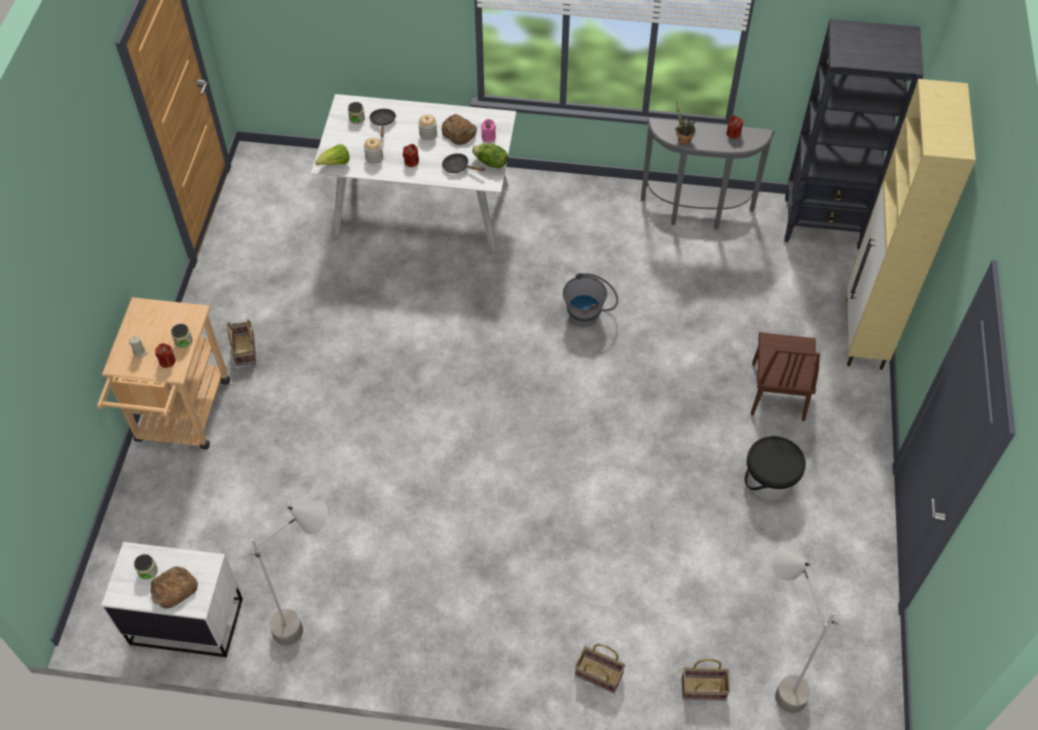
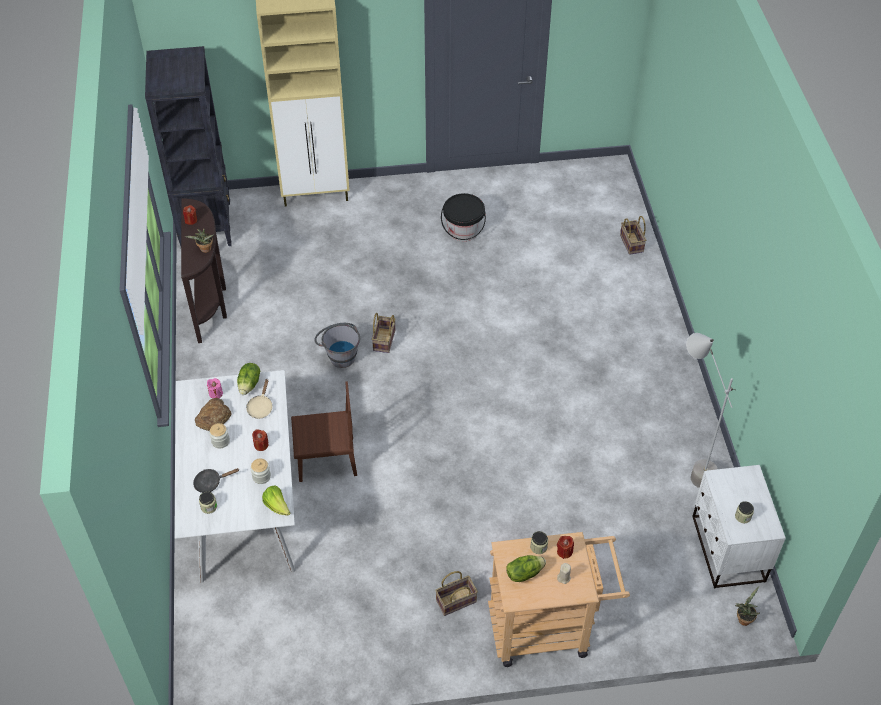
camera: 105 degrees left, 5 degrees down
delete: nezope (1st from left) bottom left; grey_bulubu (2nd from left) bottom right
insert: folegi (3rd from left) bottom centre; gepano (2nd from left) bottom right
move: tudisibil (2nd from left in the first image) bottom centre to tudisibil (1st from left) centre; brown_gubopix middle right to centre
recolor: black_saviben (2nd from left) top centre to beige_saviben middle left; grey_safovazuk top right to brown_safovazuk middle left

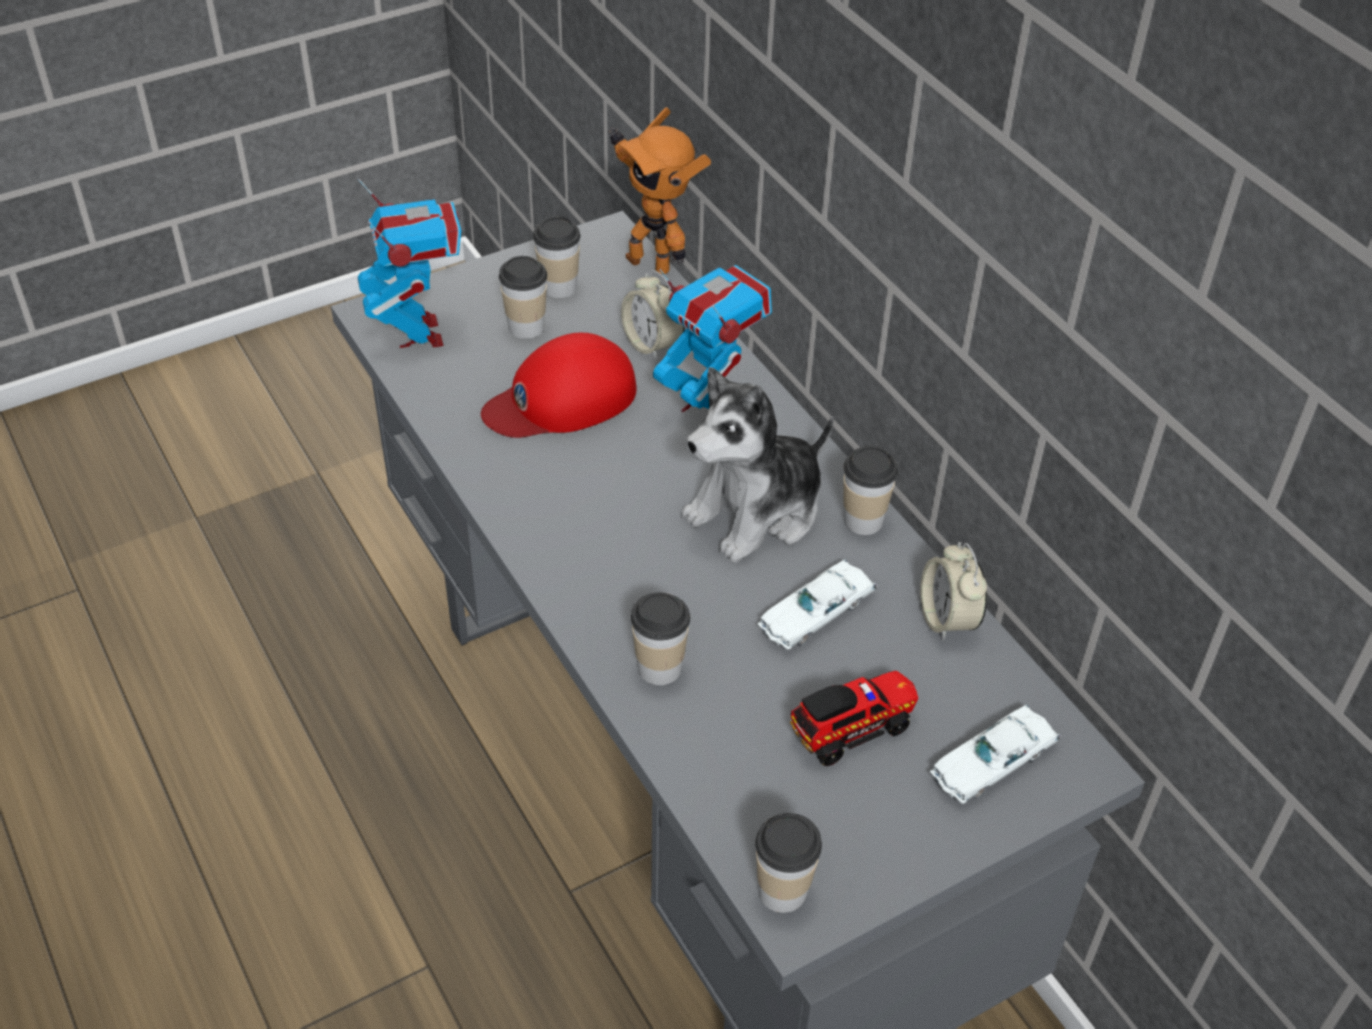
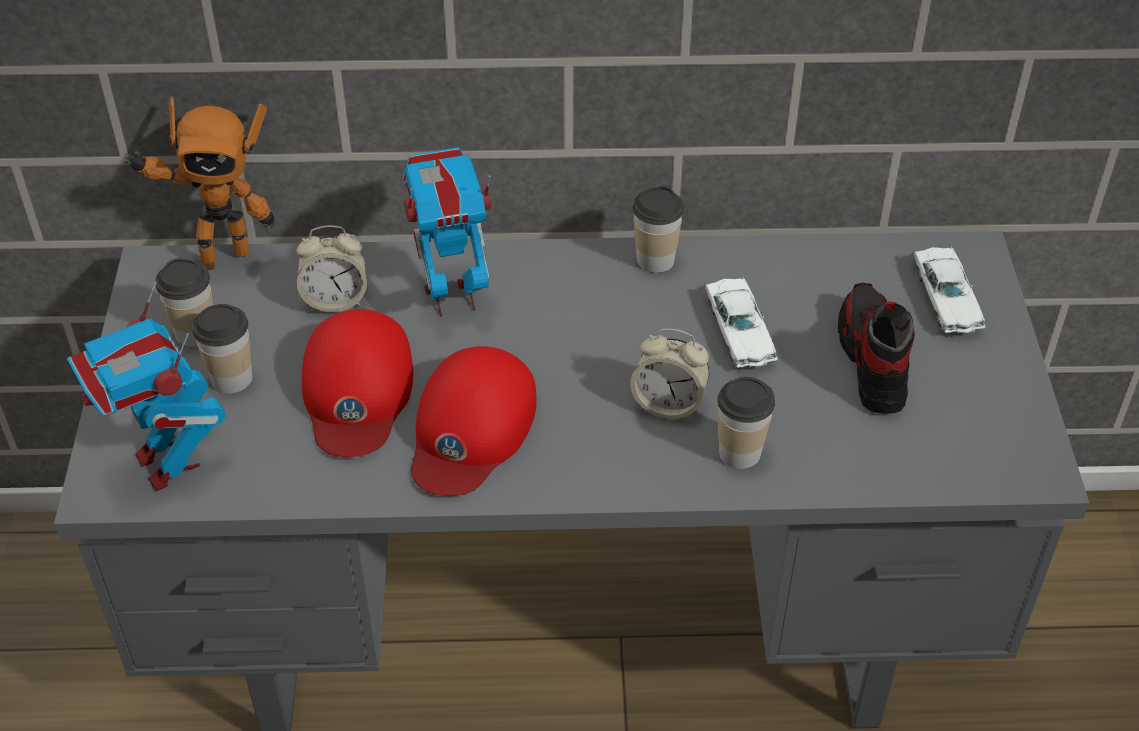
camera: 60 degrees left, 0 degrees up
delete: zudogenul centre; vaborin (4th from left) bottom centre
insert: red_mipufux (2nd from left) centre
move: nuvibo (2nd from left) middle right to centre
replace: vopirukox bottom centre to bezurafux middle right
rotate: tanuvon (1st from left) top left = middle left 135 degrees counterclockwise

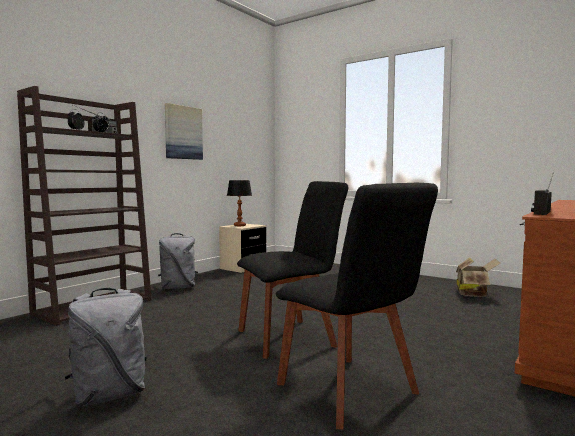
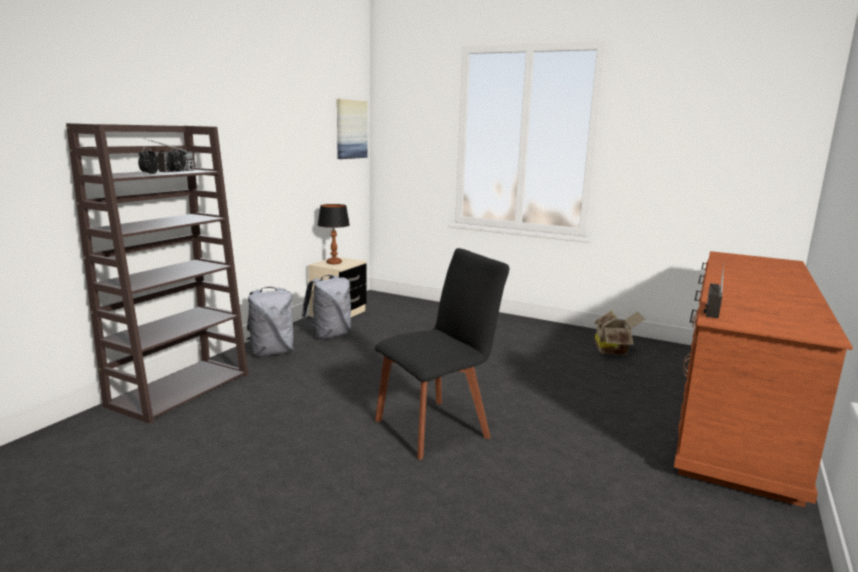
camera: 10 degrees left, 10 degrees up
delete: black_gubopix (2nd from left) bottom centre
move: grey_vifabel (1st from left in the first image) bottom left to grey_vifabel (2nd from left) centre; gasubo top left to top centre

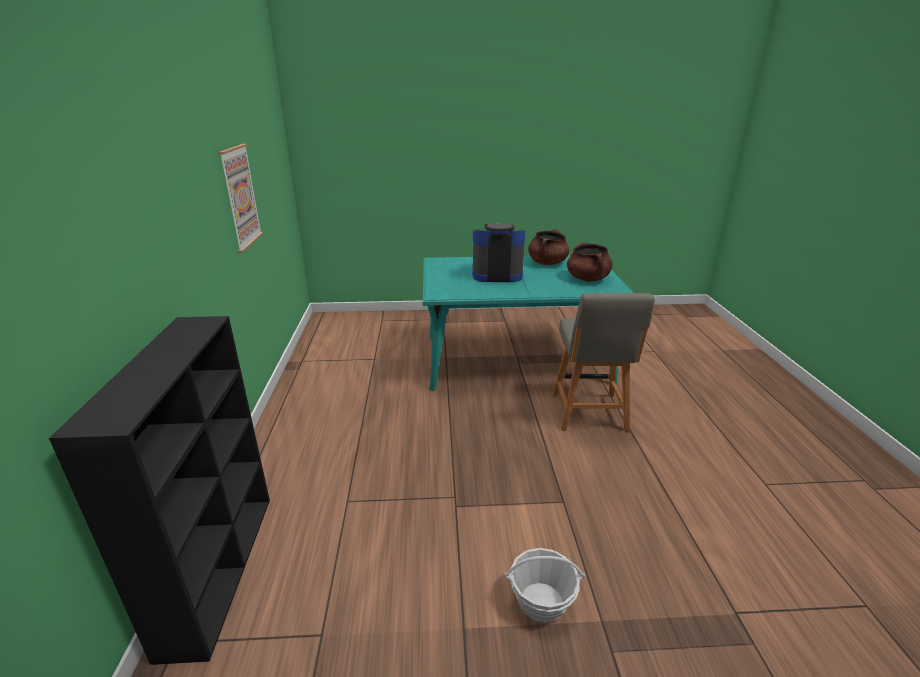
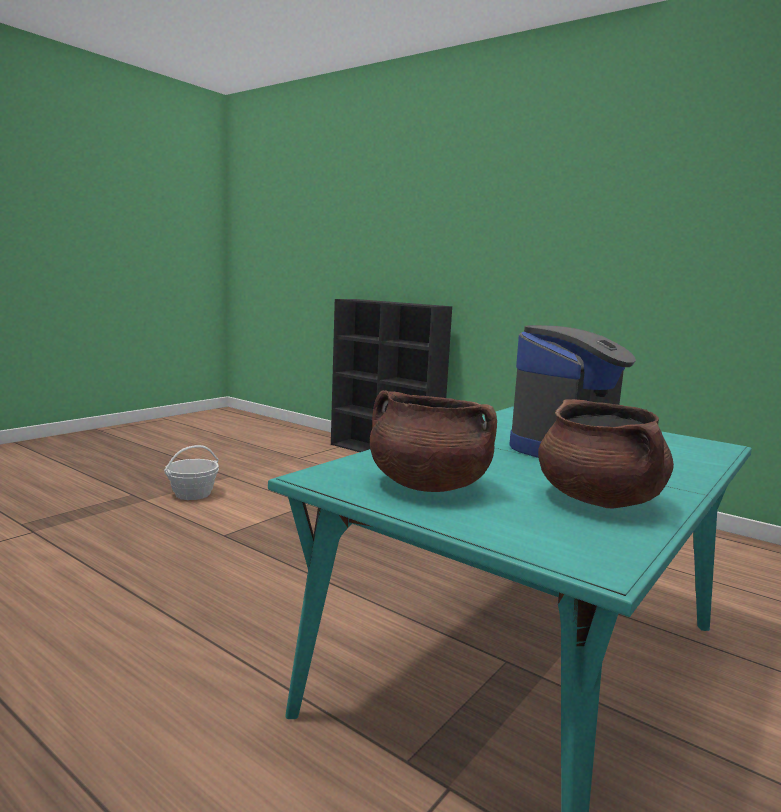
camera: 130 degrees right, 15 degrees down
delete: gasubo top left; grey_gubopix centre

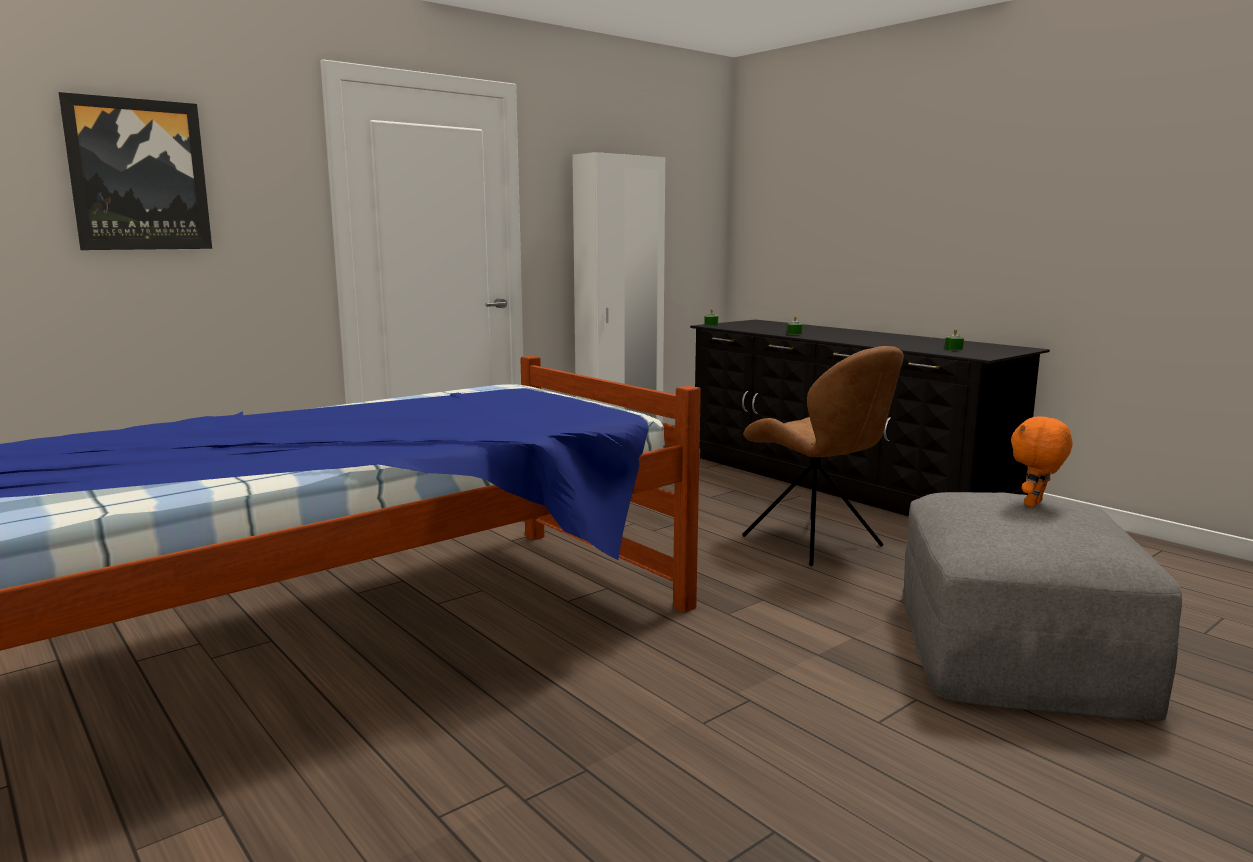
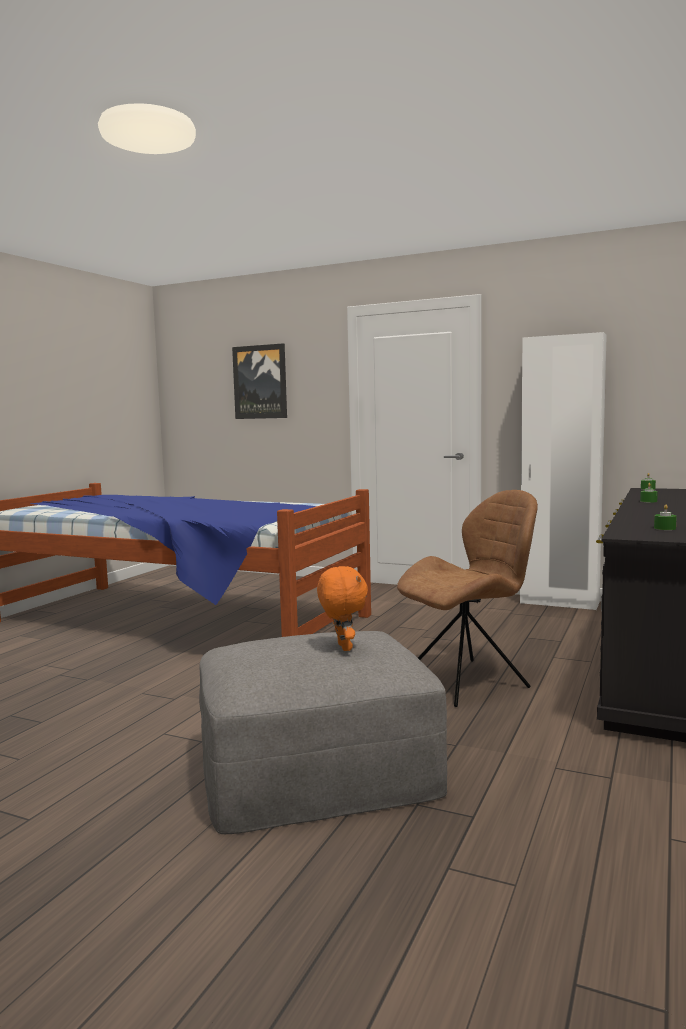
camera: 65 degrees right, 5 degrees down
rotate: brown_gubopix centre = middle right 150 degrees counterclockwise; orange_zudogenul middle right = centre 60 degrees clockwise

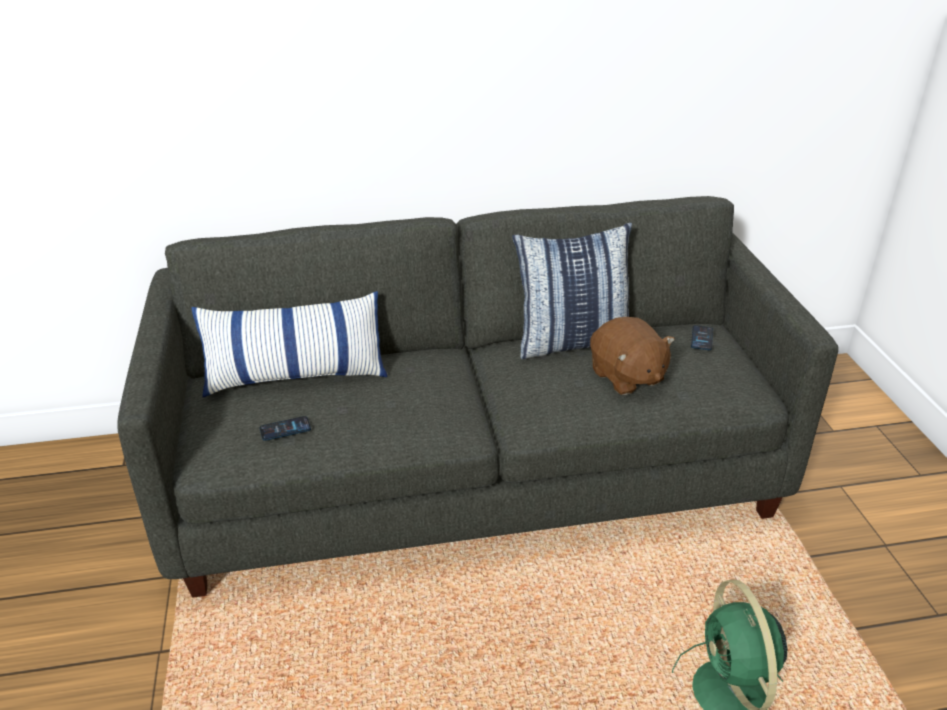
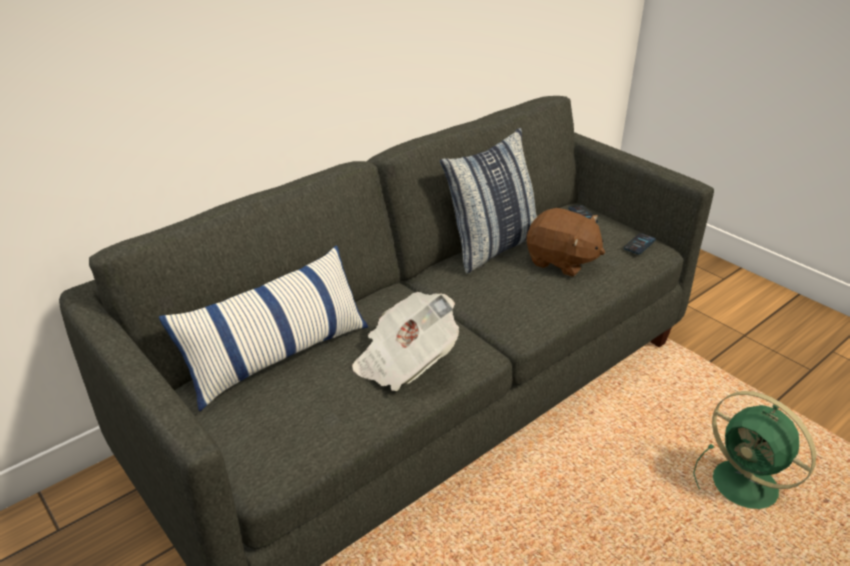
camera: 30 degrees left, 0 degrees up
insert: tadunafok centre
move: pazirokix (1st from left in the first image) middle left to pazirokix (2nd from left) middle right

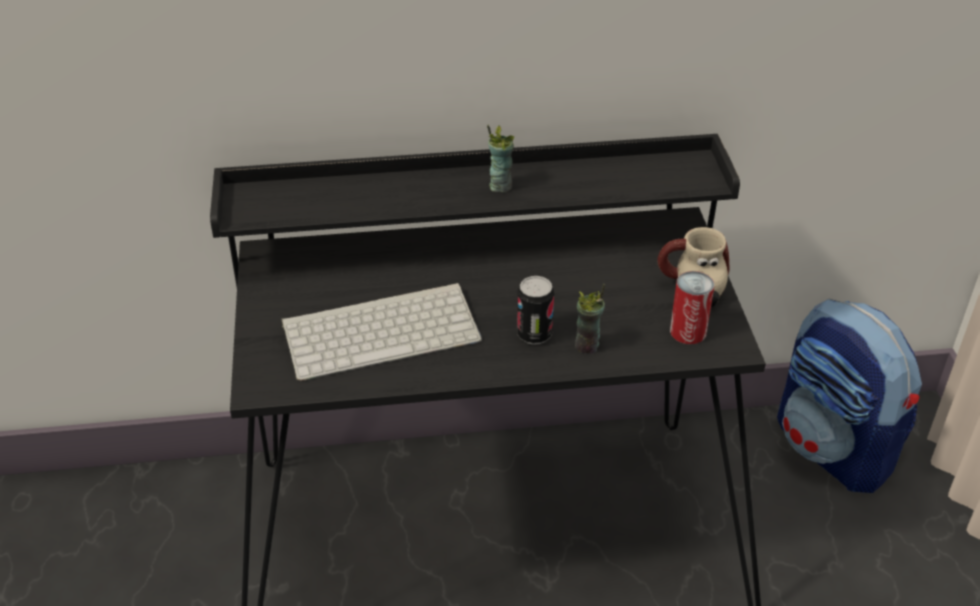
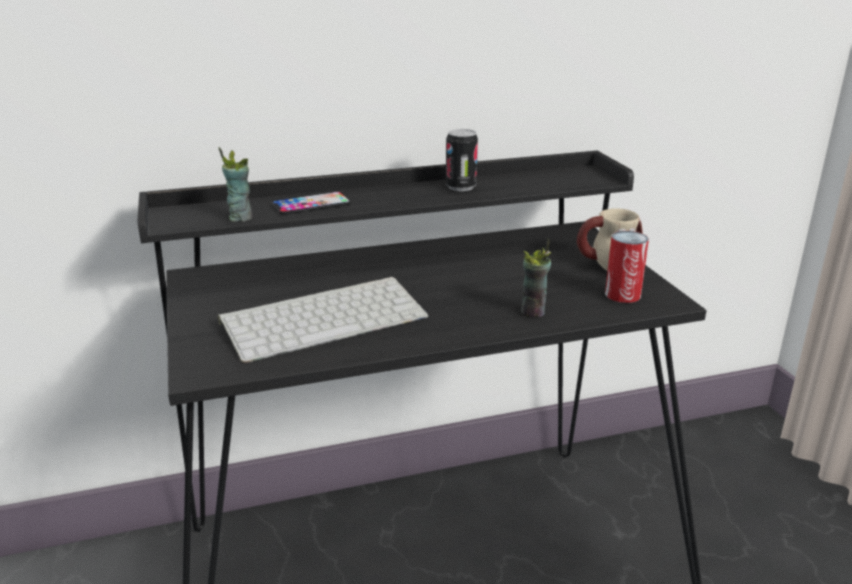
camera: 10 degrees left, 15 degrees down
delete: vifabel middle right
insert: pazirokix centre
move: vaborin (1st from left) top centre to top left; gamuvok (1st from left) centre to top centre

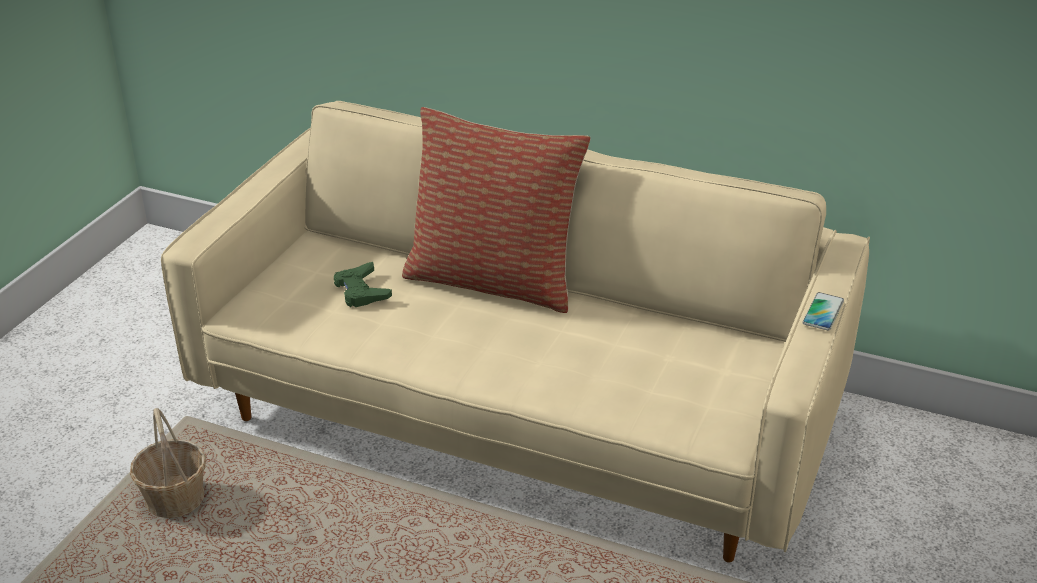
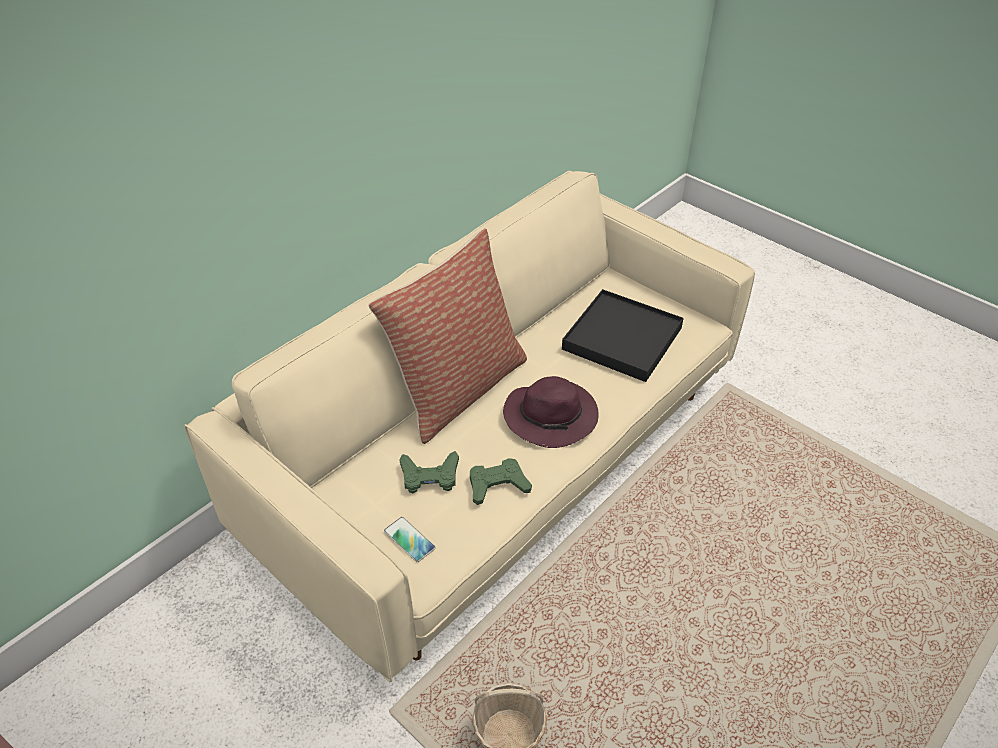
camera: 70 degrees left, 10 degrees up
insert: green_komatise (2nd from left) centre; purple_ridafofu centre; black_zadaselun centre
move: pazirokix middle right to bottom centre

